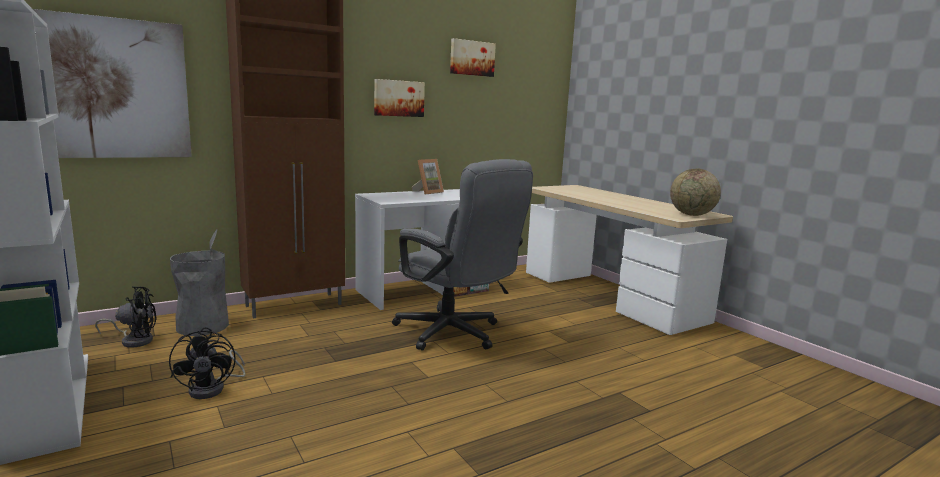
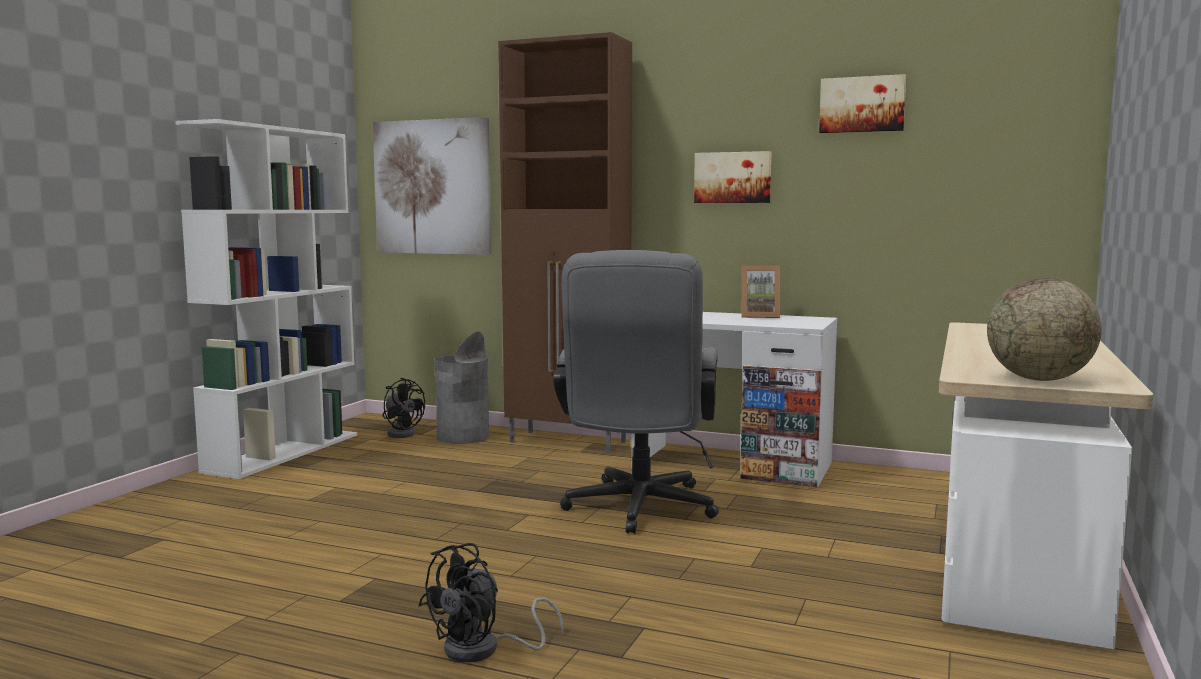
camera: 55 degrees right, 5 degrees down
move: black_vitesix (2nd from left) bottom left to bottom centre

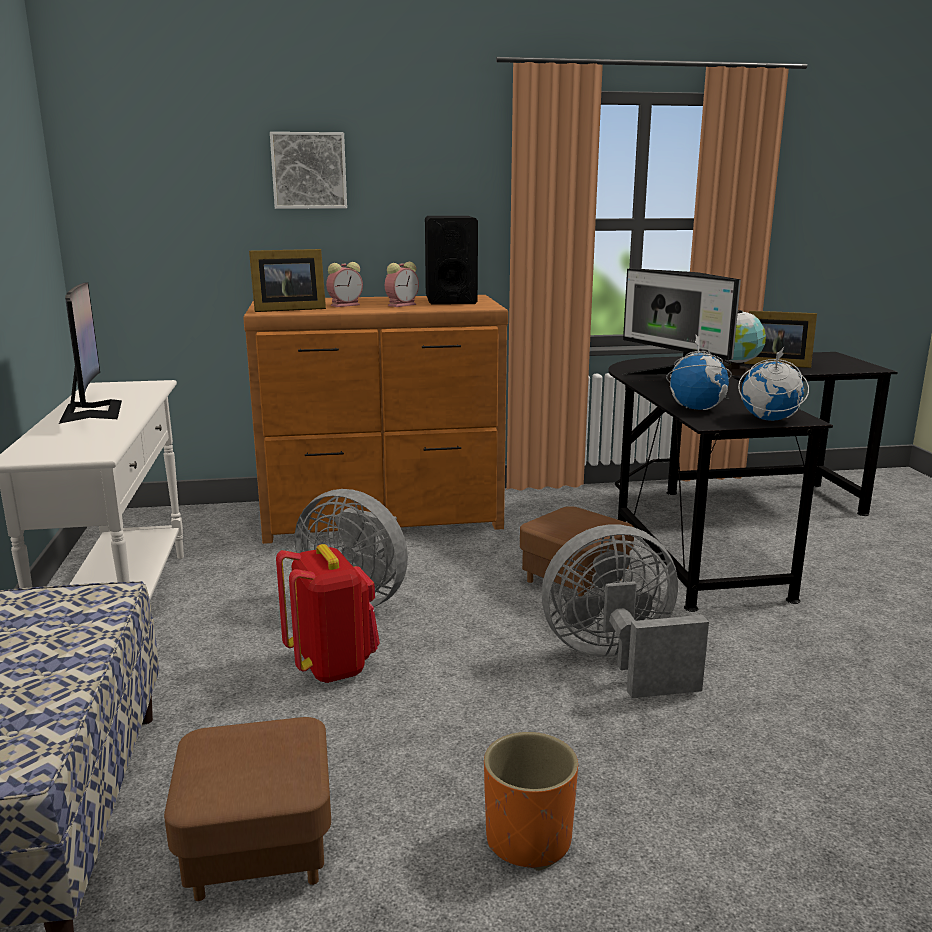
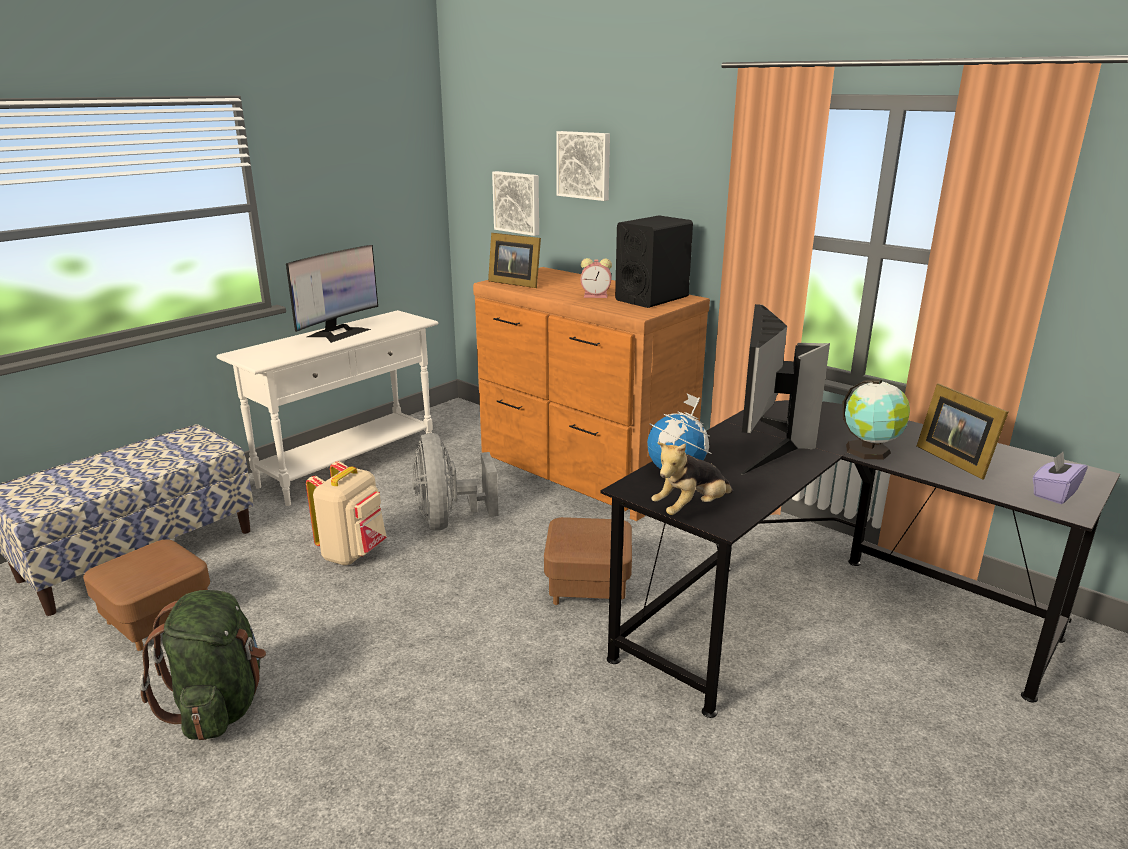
camera: 50 degrees right, 5 degrees up
delete: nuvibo (1st from left) top centre; grey_vitesix (2nd from left) middle right
insert: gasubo (1st from left) top centre; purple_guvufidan middle right
replace: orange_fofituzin bottom centre to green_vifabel bottom left; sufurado (3rd from left) middle right to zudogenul centre
recolor: red_vifabel centre to beige_vifabel middle left

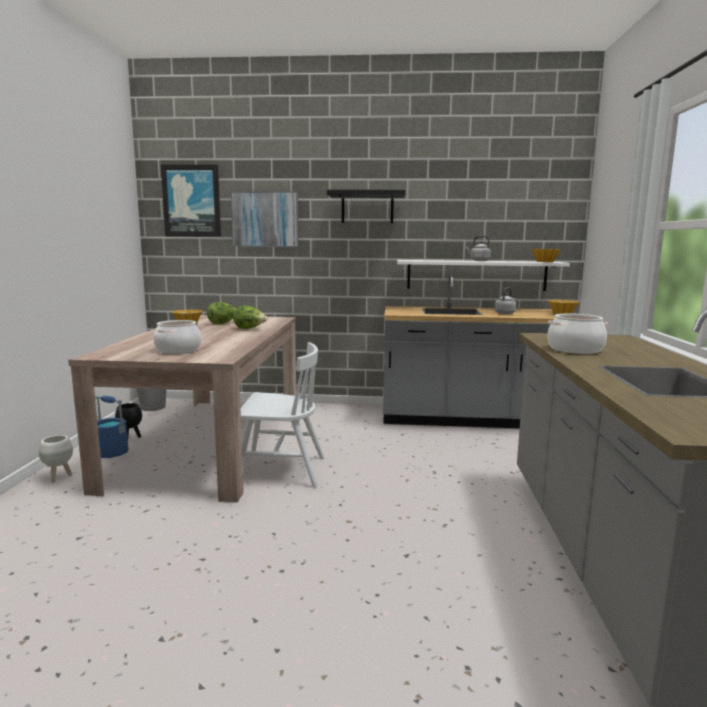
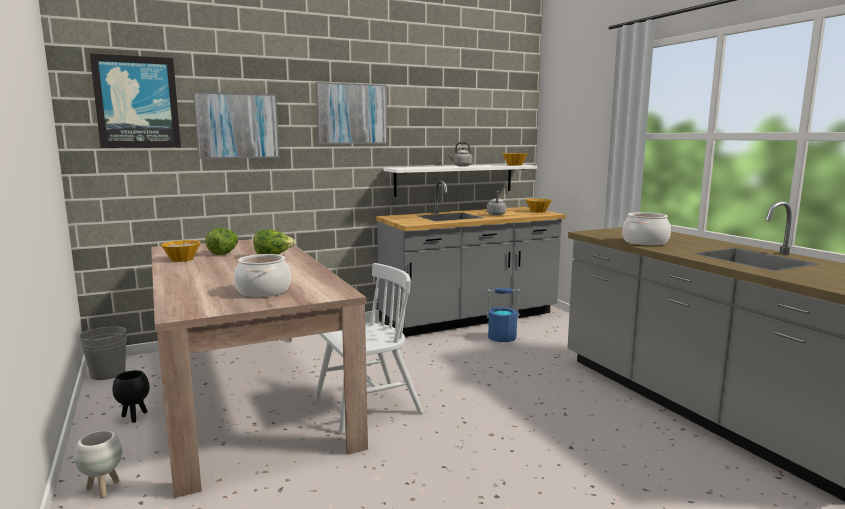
camera: 30 degrees left, 0 degrees up
move: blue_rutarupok middle left to centre
replace: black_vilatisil top centre to gasubo (3rd from left) top centre

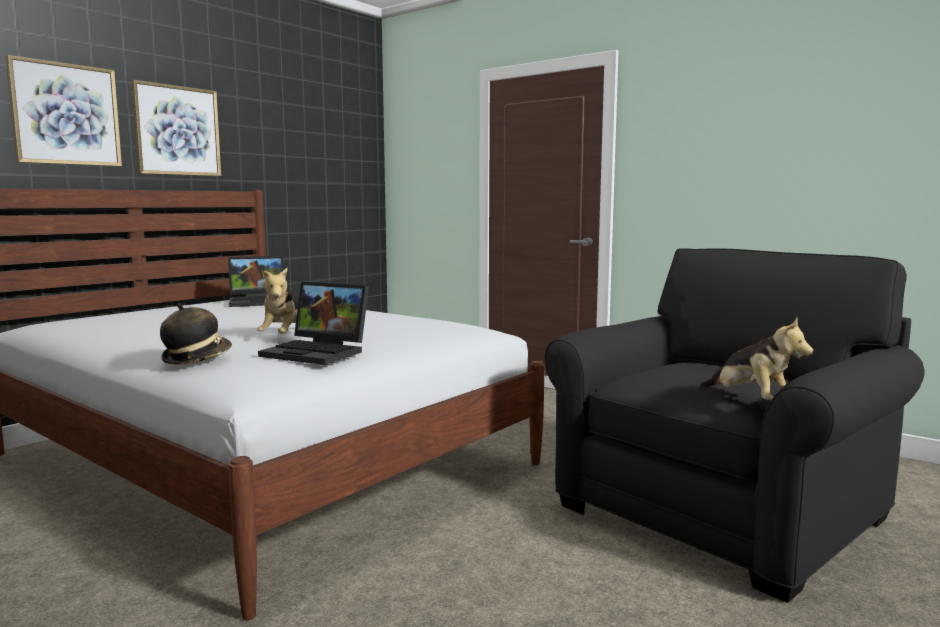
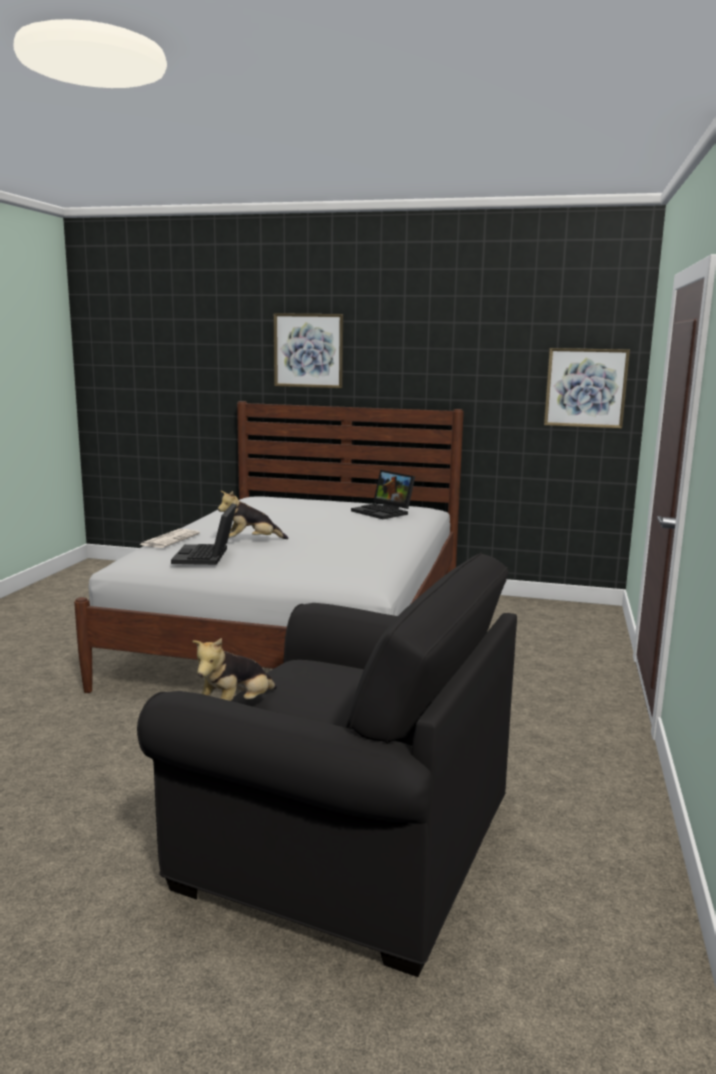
camera: 65 degrees right, 5 degrees up
move: gasubo (2nd from left) top left to middle right
replace: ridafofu middle left to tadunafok middle left

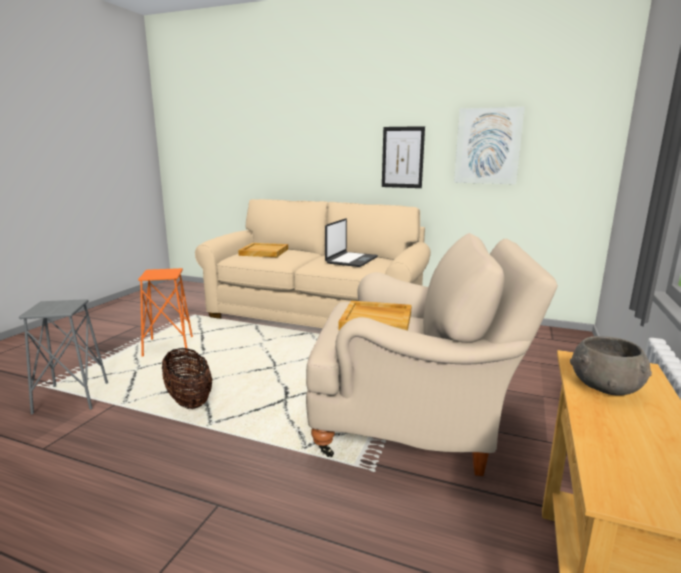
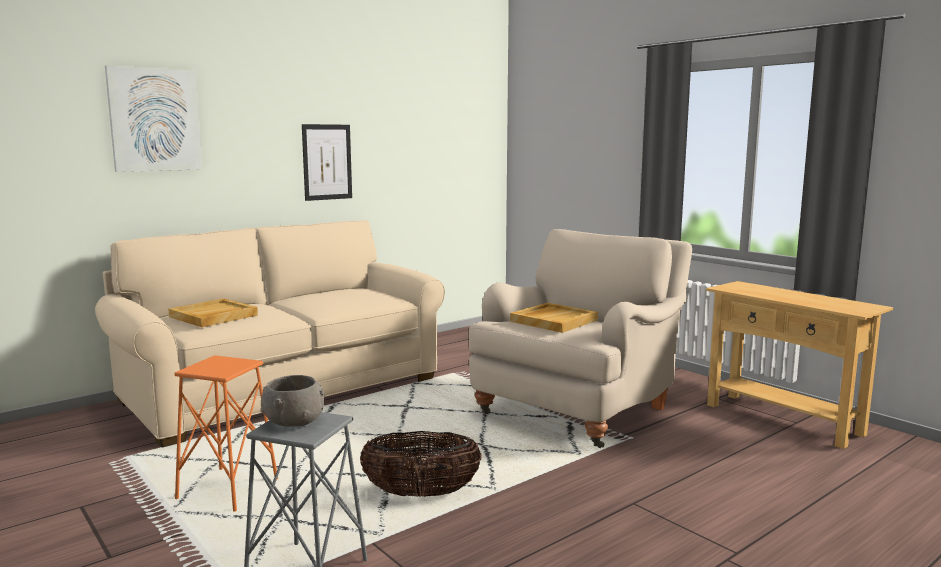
camera: 60 degrees left, 5 degrees down
delete: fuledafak centre
move: gasubo (2nd from left in the first image) top right to gasubo (1st from left) top left; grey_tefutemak middle right to bottom left

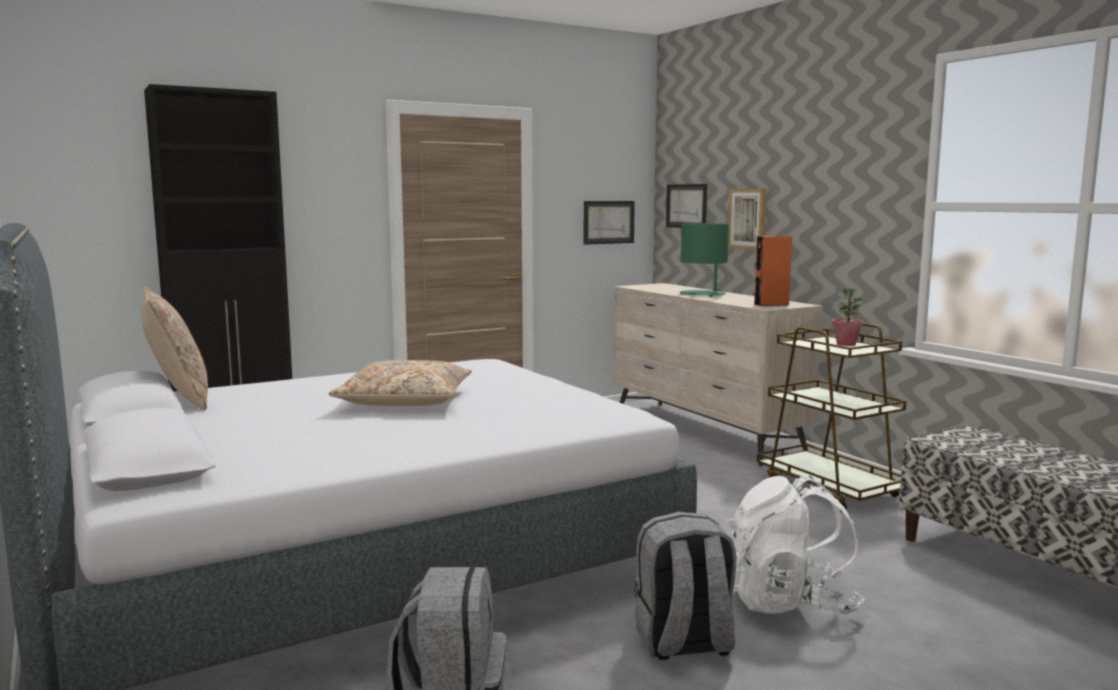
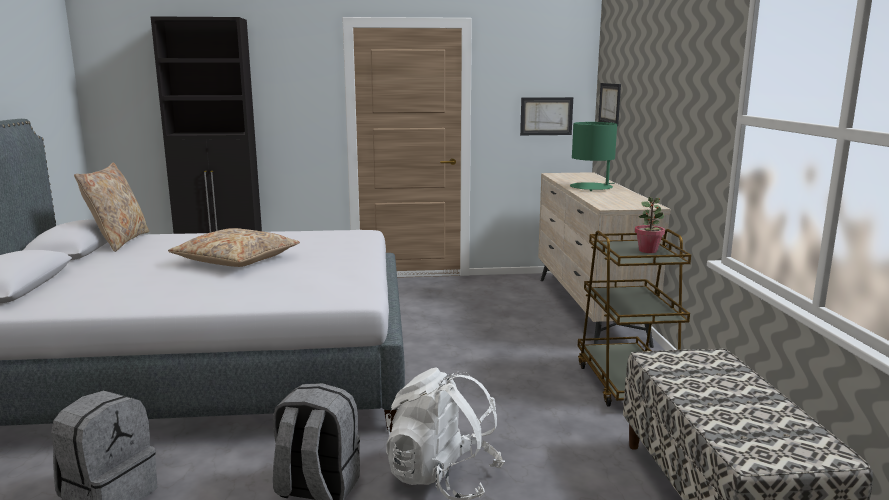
camera: 25 degrees right, 5 degrees up
delete: gasubo (3rd from left) top right; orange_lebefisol middle right

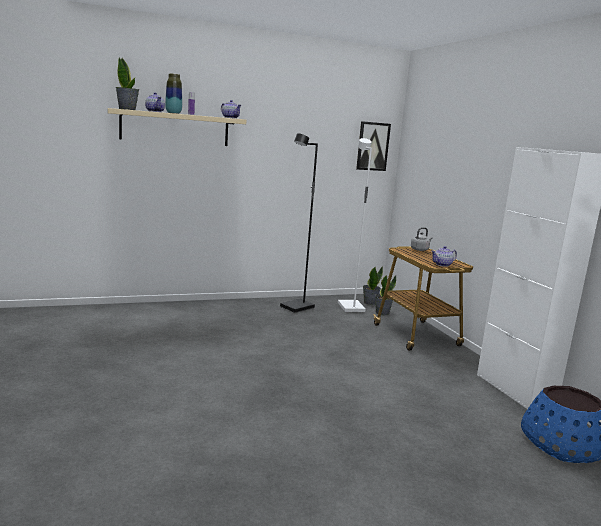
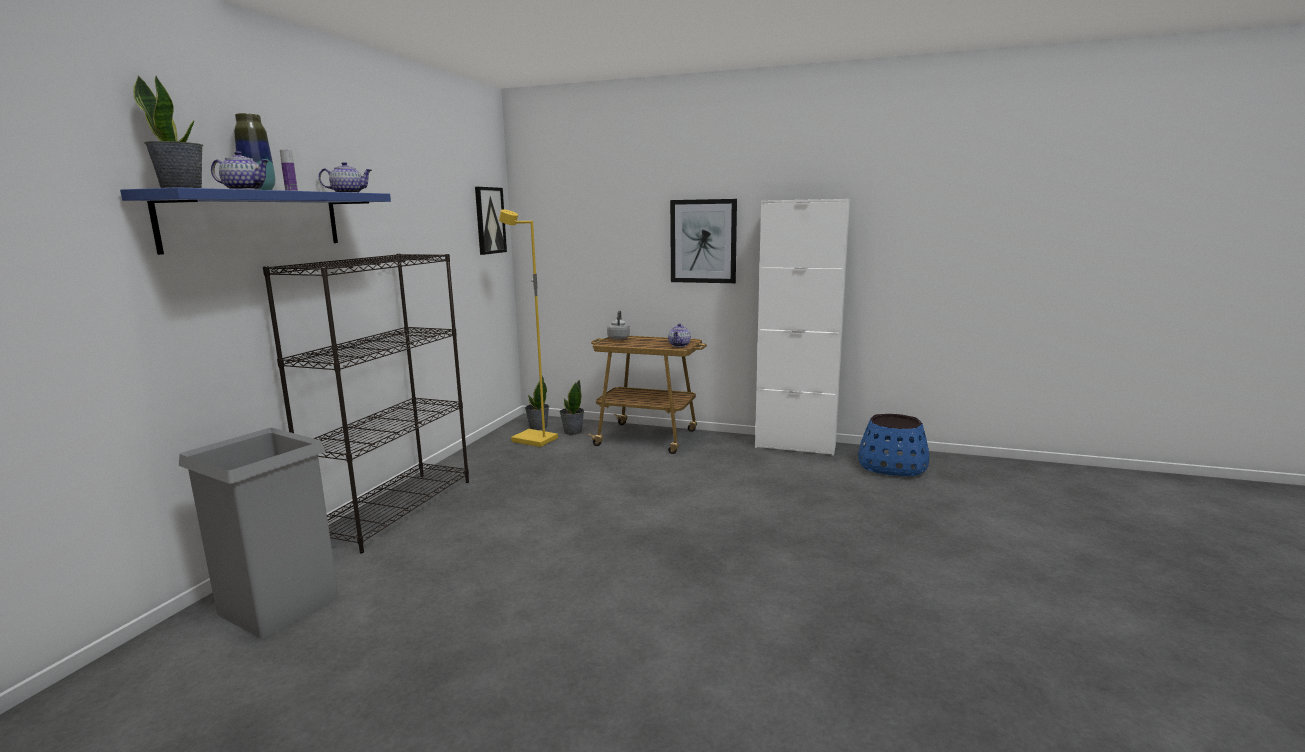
camera: 50 degrees left, 0 degrees up
delete: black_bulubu centre
insert: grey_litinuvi bottom left; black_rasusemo middle left; gasubo (2nd from left) top centre
recolor: beige_vilatisil top left to blue_vilatisil top left; white_bulubu centre to yellow_bulubu centre

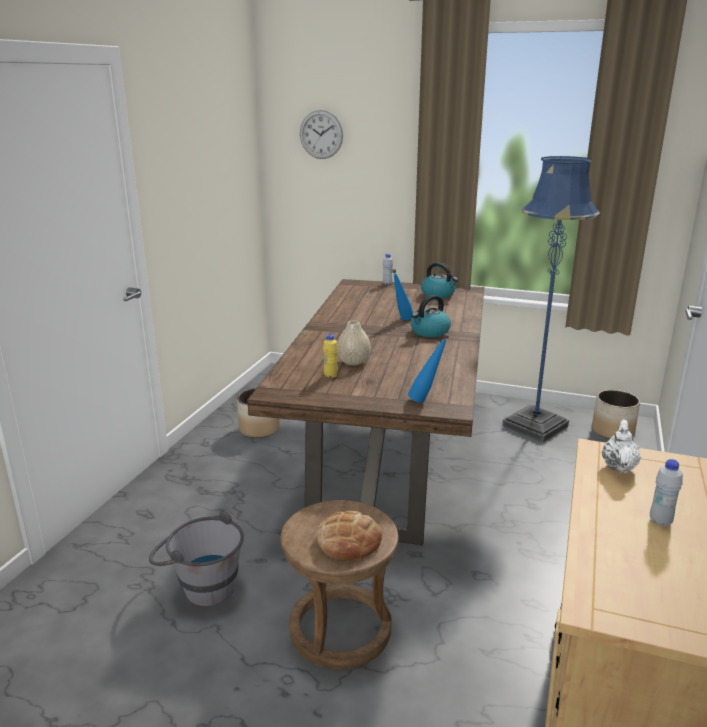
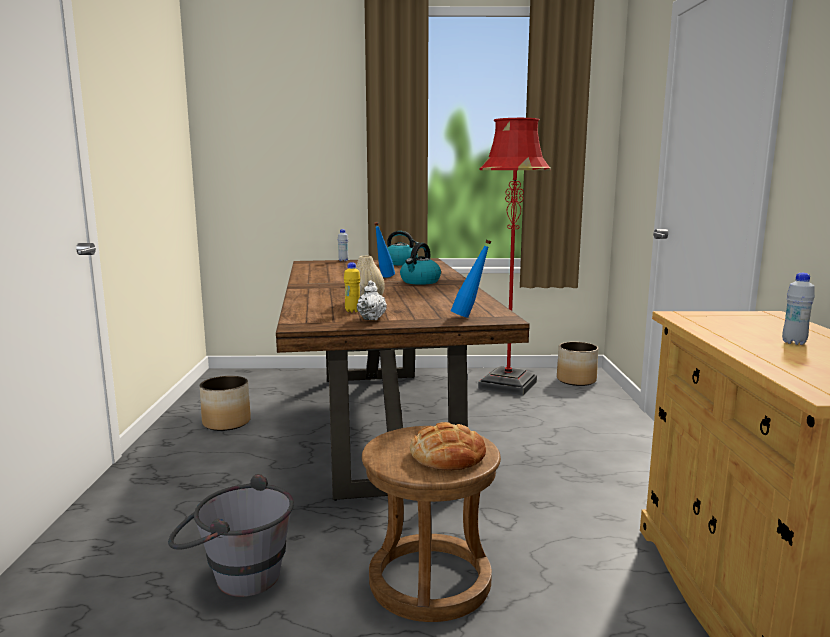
camera: 20 degrees left, 10 degrees down
delete: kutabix top centre
move: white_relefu middle right to centre
recolor: blue_bulubu middle right to red_bulubu centre

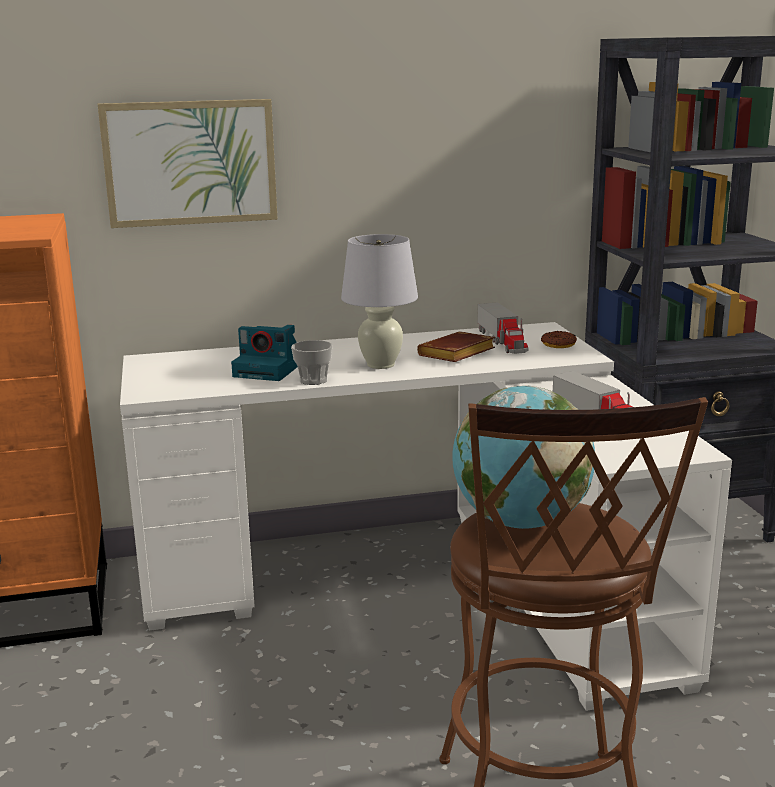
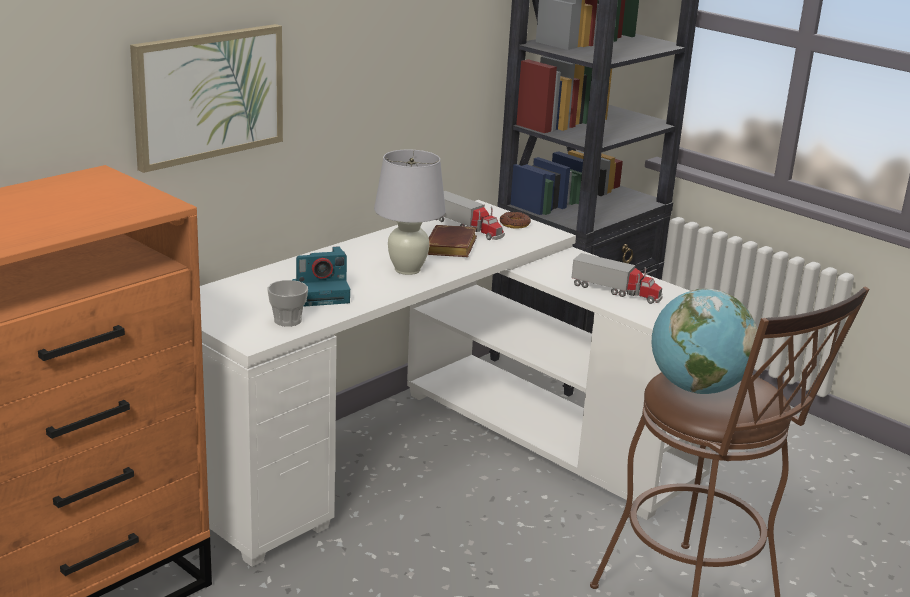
camera: 35 degrees left, 5 degrees up
move: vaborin centre to middle left

